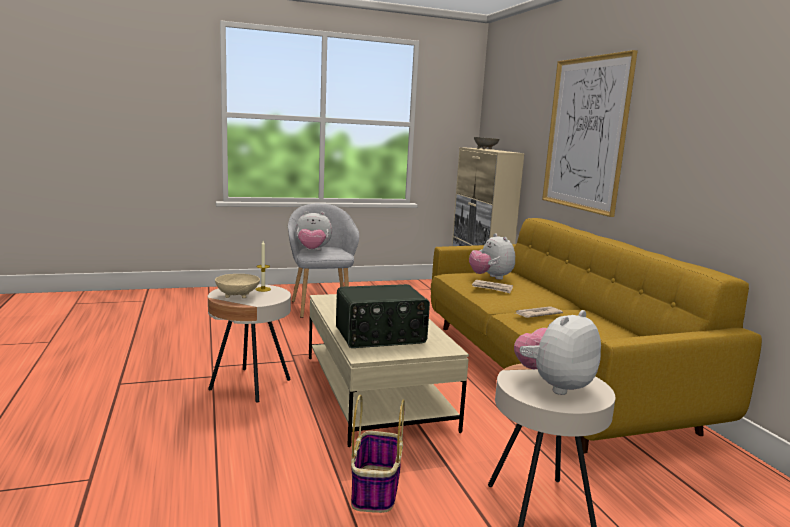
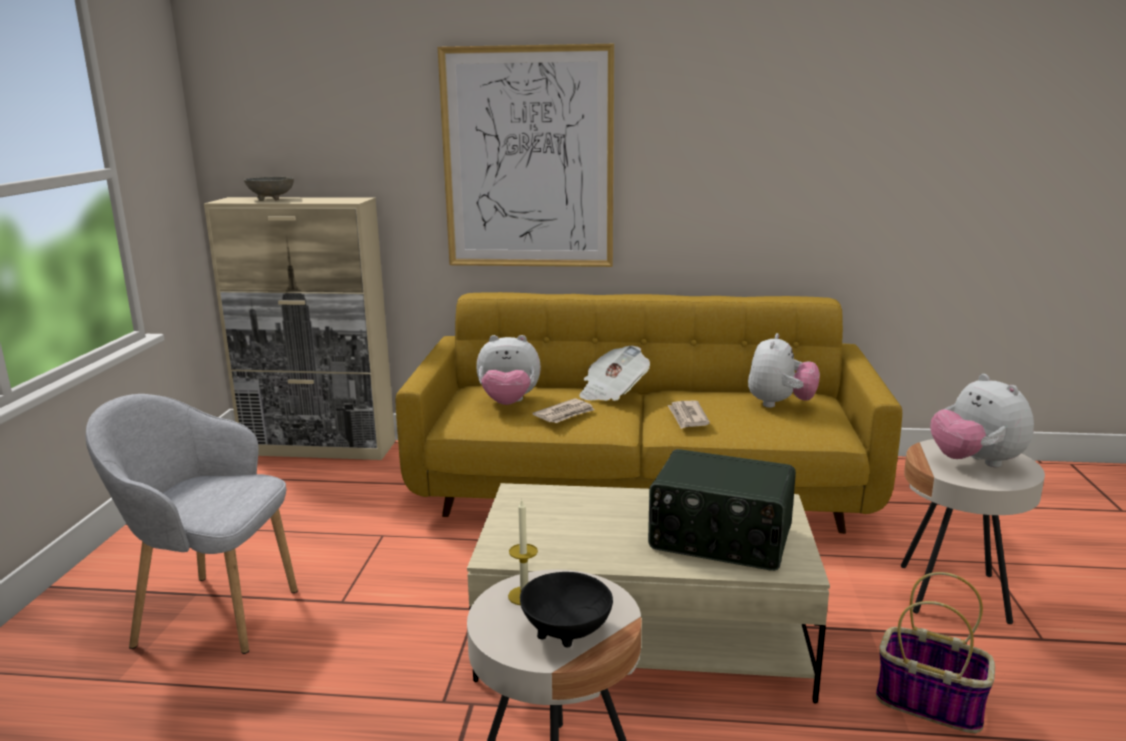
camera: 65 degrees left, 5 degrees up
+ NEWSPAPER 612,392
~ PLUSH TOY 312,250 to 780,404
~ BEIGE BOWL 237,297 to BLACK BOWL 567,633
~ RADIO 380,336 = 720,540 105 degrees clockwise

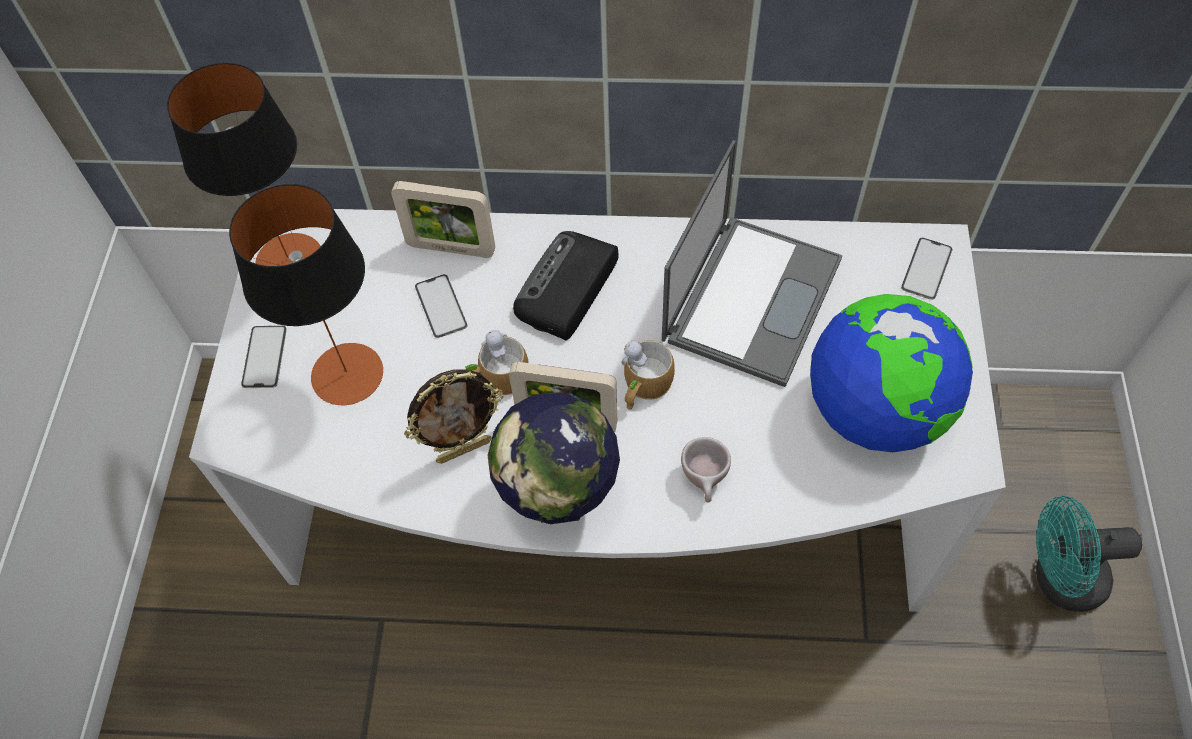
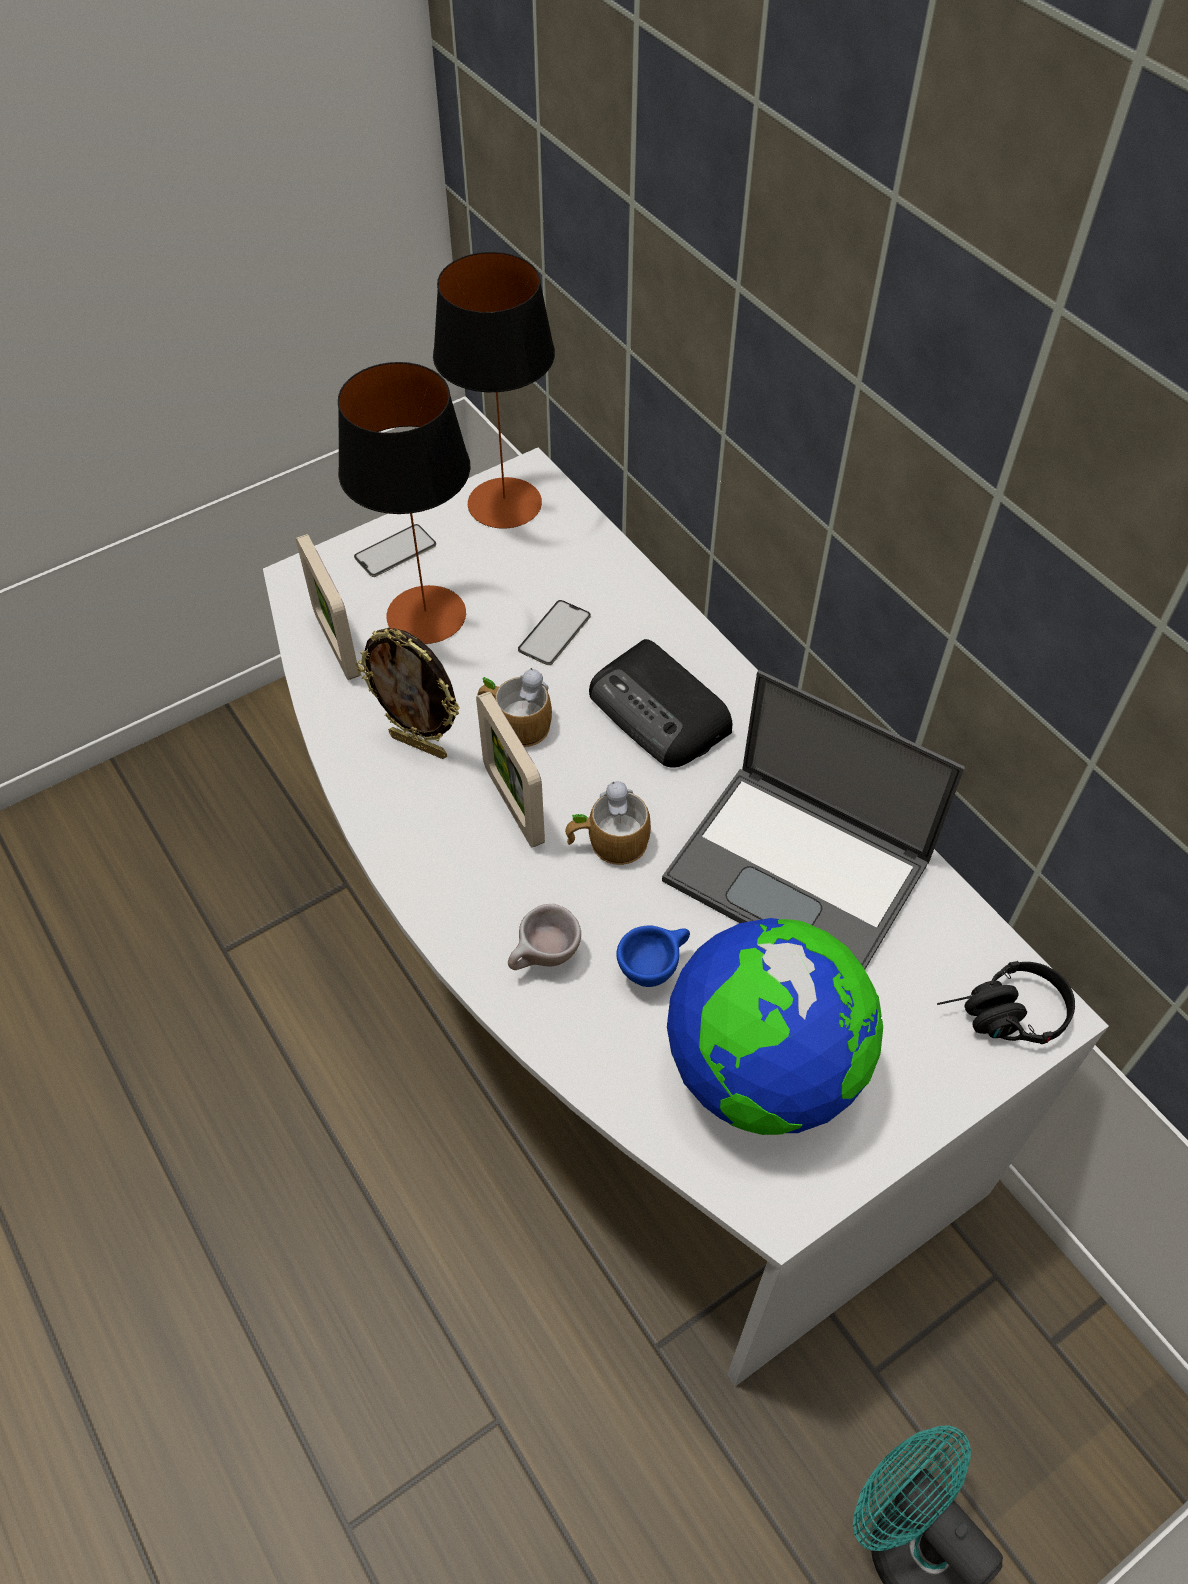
camera: 50 degrees right, 5 degrees down
- GLOBE 559,499
+ BLUE CUP 654,968
~ PICTURE FRAME 451,248 to 336,645
~ PHONE 926,269 to BLACK HEADPHONES 1001,1017
~ RADIO 566,290 = 660,713 120 degrees counterclockwise
~ LAPTOP 752,297 = 800,871 45 degrees clockwise

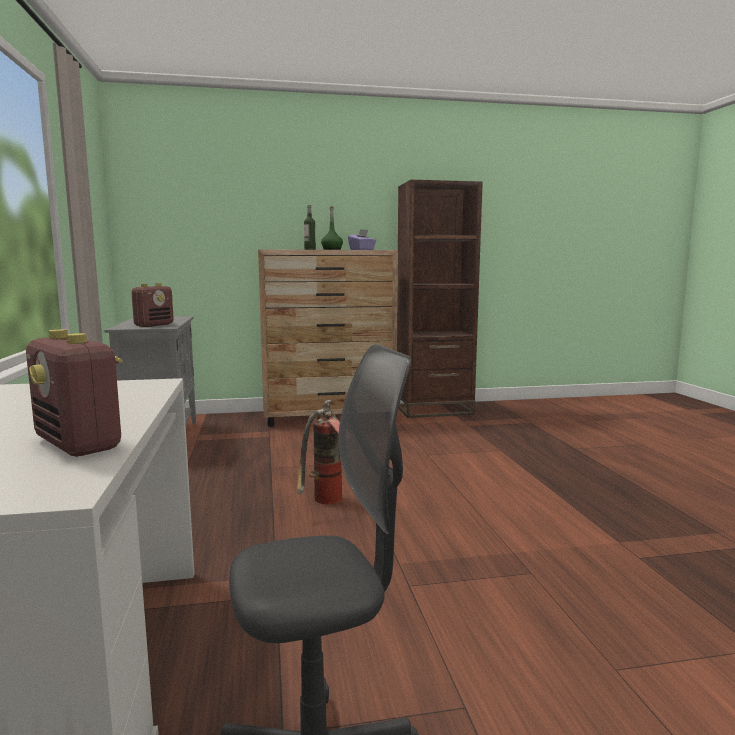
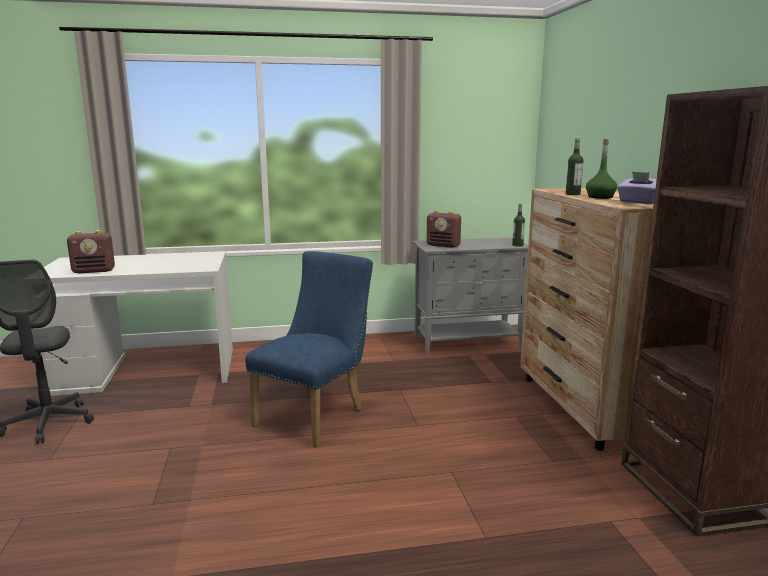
camera: 90 degrees right, 5 degrees up
+ BOTTLE 517,245
~ FIRE EXTINGUISHER 325,503 to BLUE CHAIR 316,415
~ RADIO 79,444 = 94,271 150 degrees counterclockwise

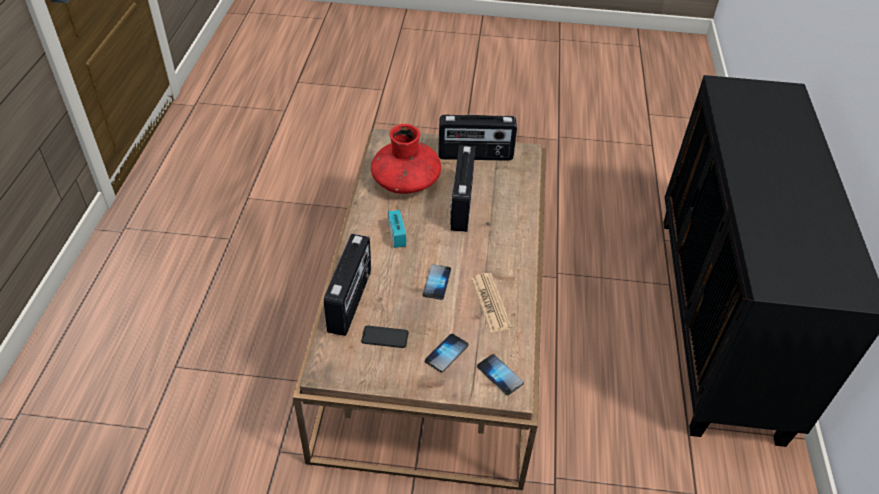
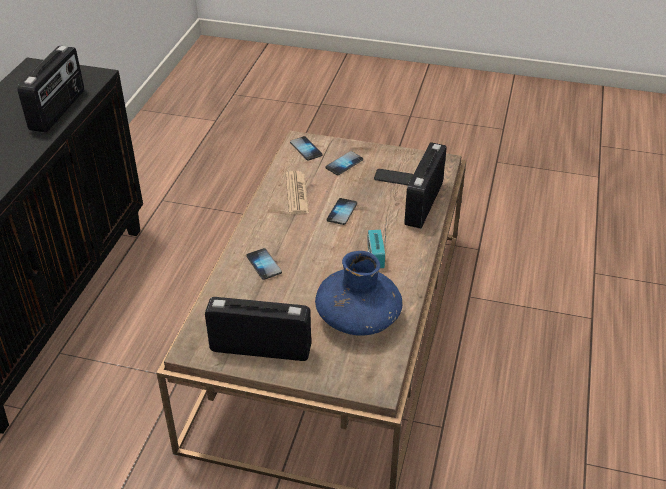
camera: 170 degrees left, 5 degrees down
+ PHONE 264,265
~ RADIO 460,205 to 58,110
~ RED VASE 406,182 to BLUE VASE 358,317

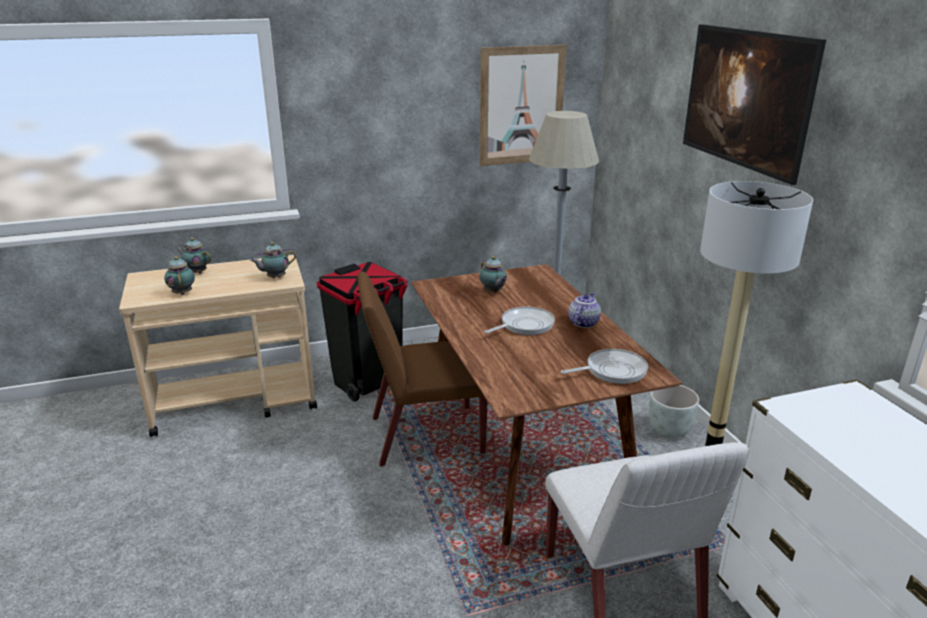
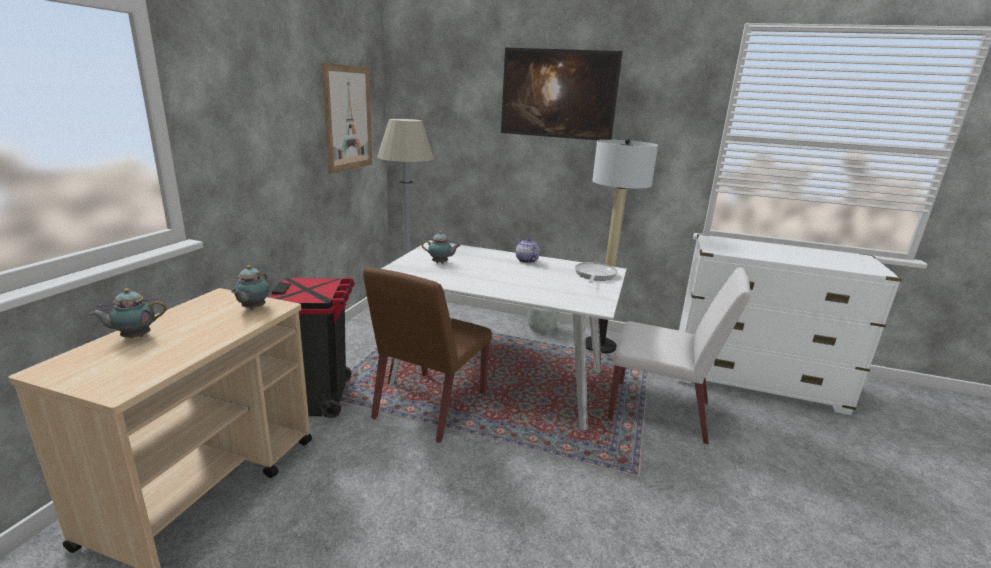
camera: 55 degrees left, 5 degrees down
- TEAPOT 182,293
- FRYING PAN 524,325
~ BROWN DINING TABLE 520,449 to WHITE DINING TABLE 497,378

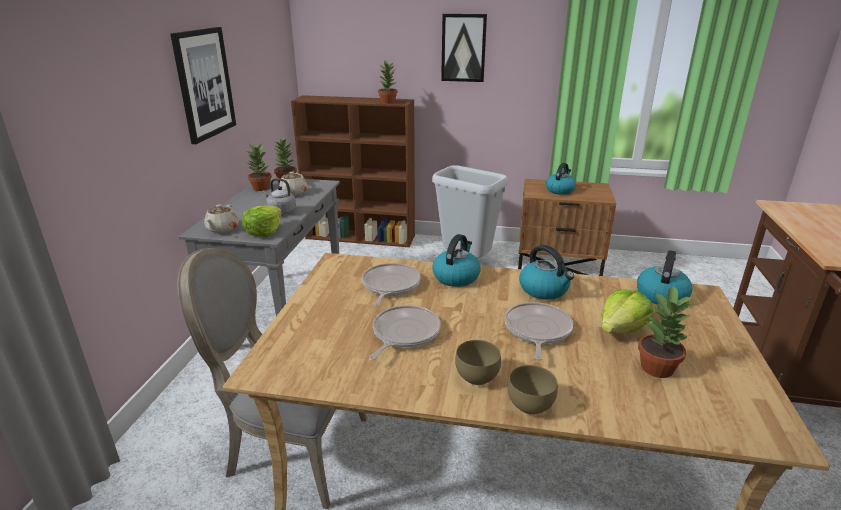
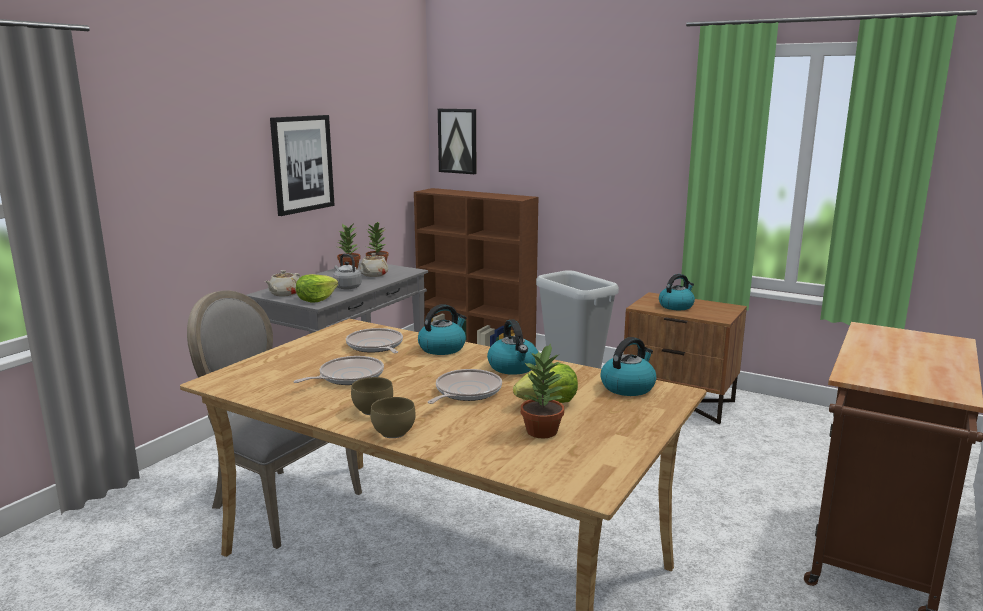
camera: 20 degrees right, 10 degrees down
- POTTED PLANT 388,102
~ PICTURE 463,48 to 458,141
~ FRYING PAN 390,286 = 375,346 60 degrees counterclockwise

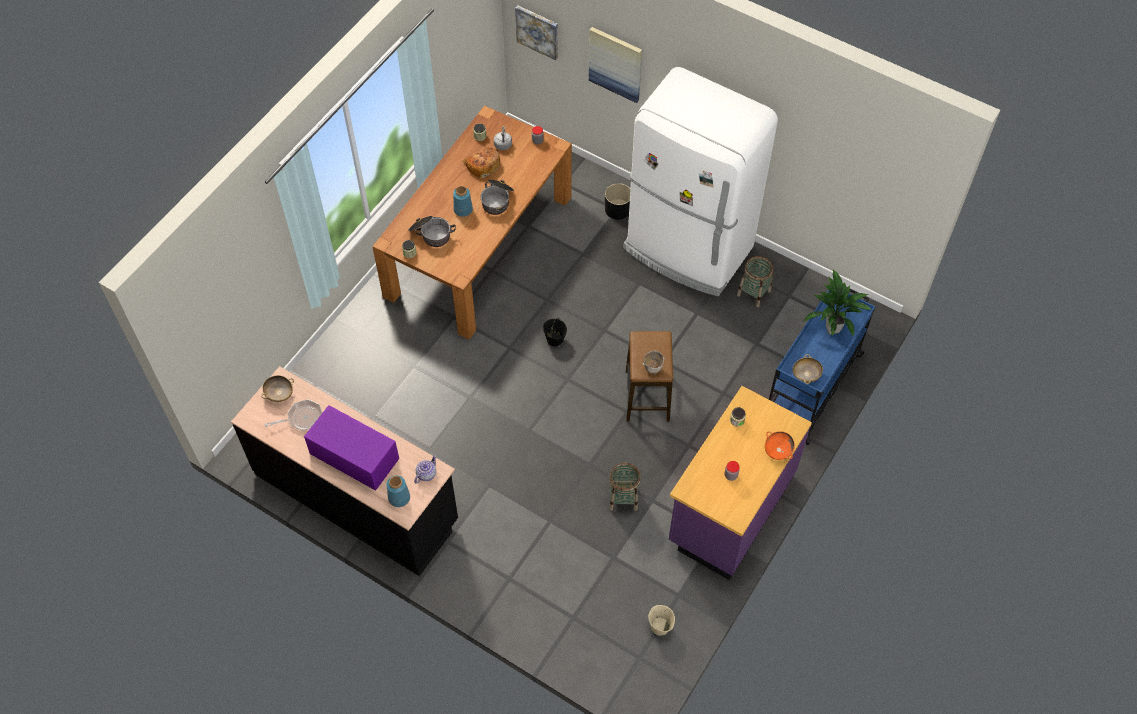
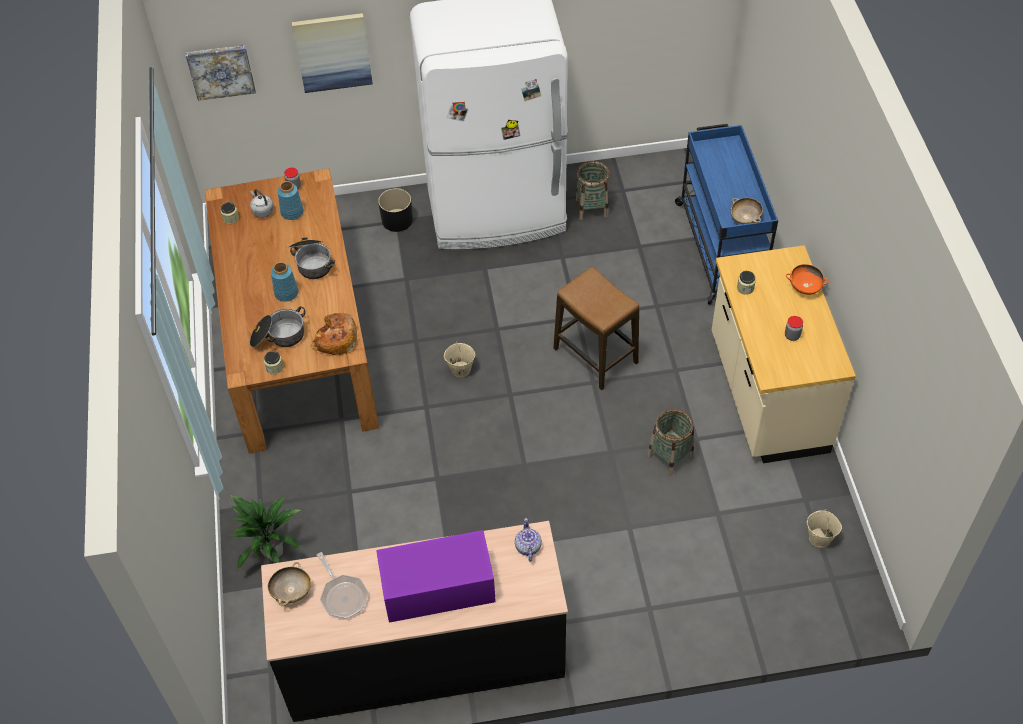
camera: 40 degrees left, 5 degrees down
- BOWL 653,369
~ BLUE VASE 398,497 to 292,212
~ BREAD 482,165 to 335,339
~ POTTED PLANT 832,328 to 273,553
~ BLACK BUCKET 554,339 to BEIGE BUCKET 460,369
~ PURPLE COUNTER 730,508 to BEIGE COUNTER 766,394
~ FRYING PAN 302,418 = 342,595 120 degrees clockwise

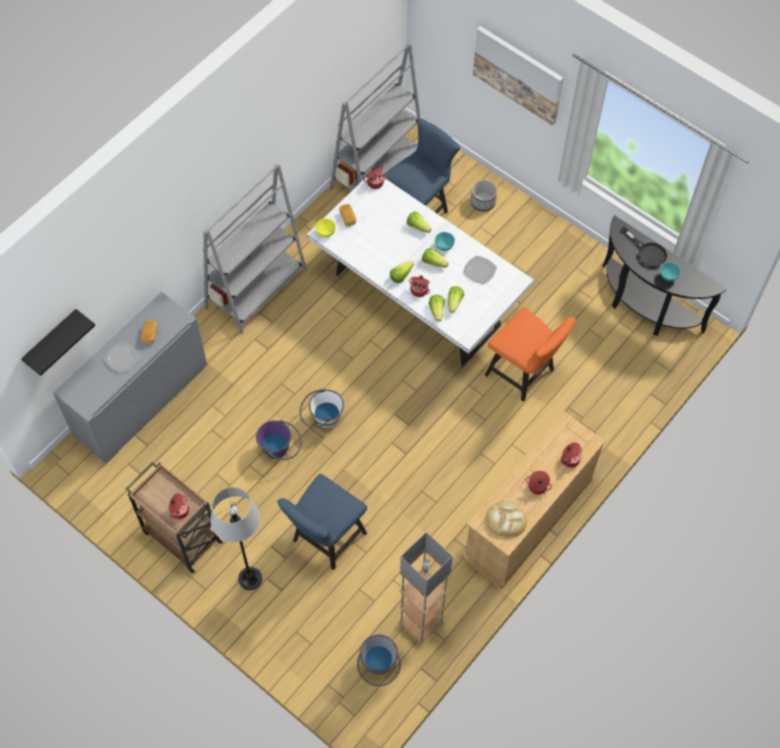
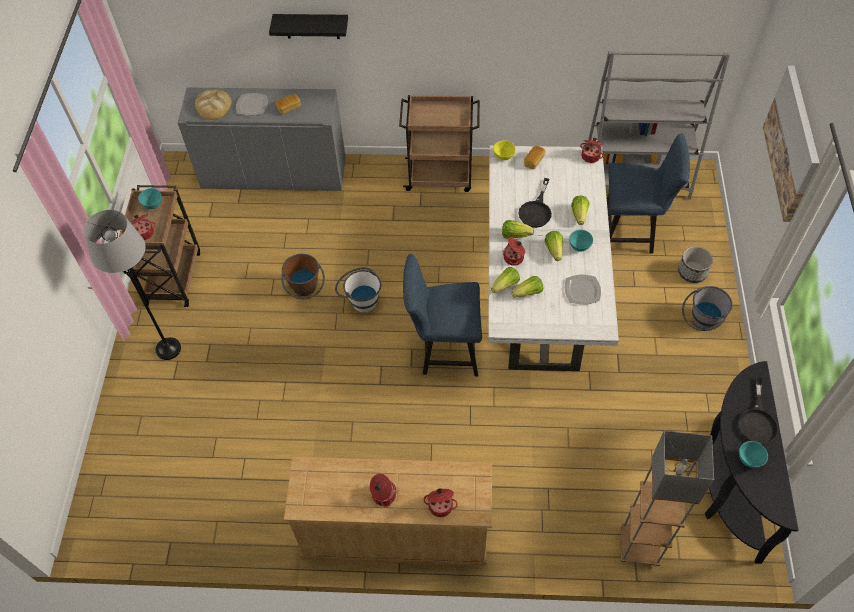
camera: 55 degrees right, 5 degrees down
- ORANGE CHAIR 524,374
+ TURQUOISE BOWL 153,204
+ BLACK FRYING PAN 536,210
~ BLACK SHELF 51,340 to 312,26
~ BLUE CHAIR 325,540 to 443,350
~ GREY BUCKET 378,668 to 701,322
~ GREY FLOOR LAMP 421,623 to 639,546
~ BREAD 505,520 to 213,106
~ GREY BOOKCASE 256,289 to BROWN CART 440,176
~ PURPLE BUCKET 280,450 to BROWN BUCKET 305,290

